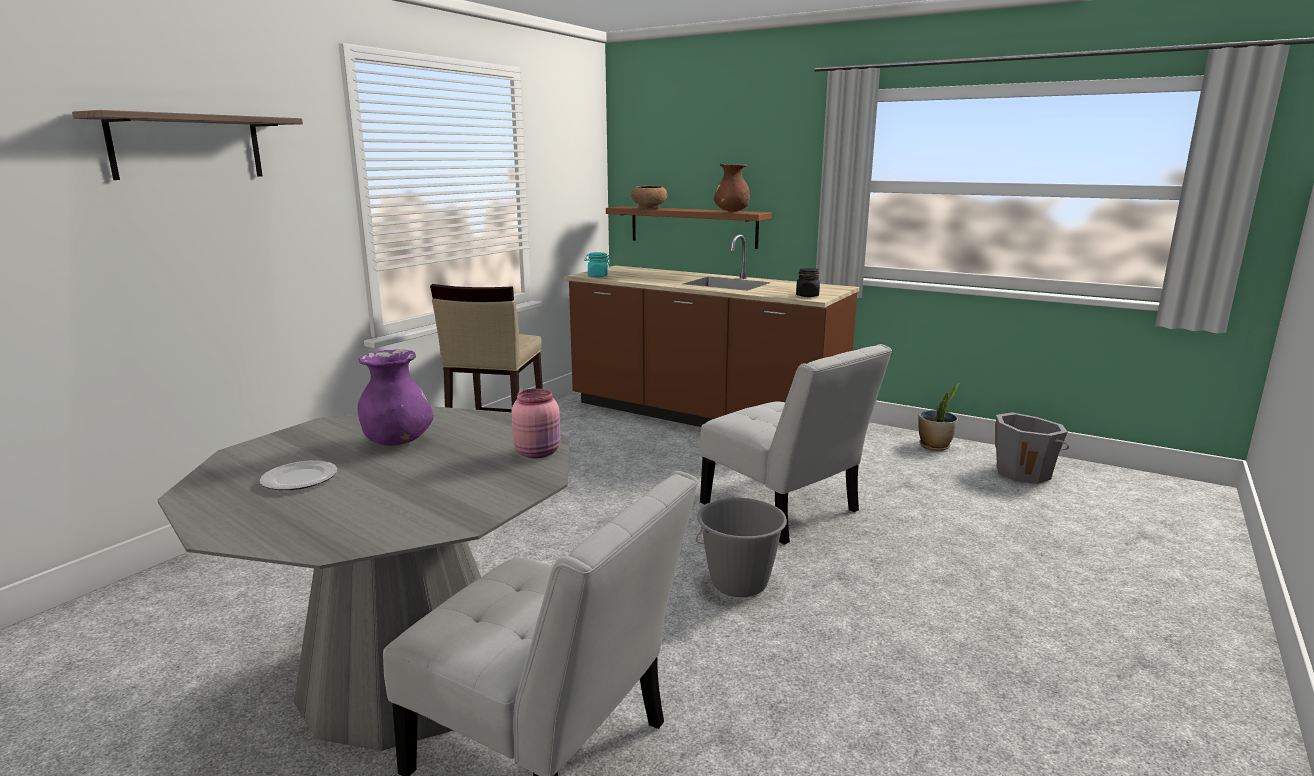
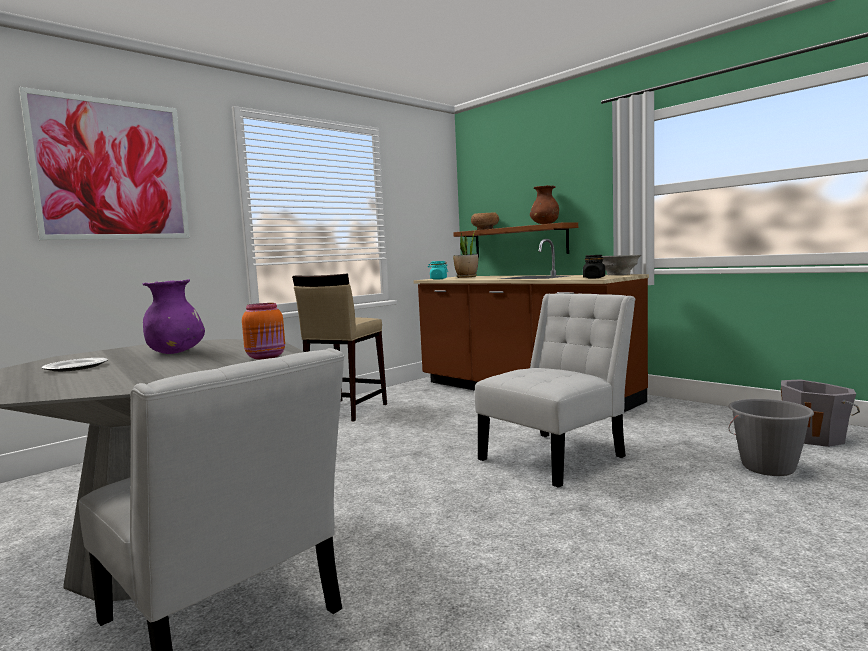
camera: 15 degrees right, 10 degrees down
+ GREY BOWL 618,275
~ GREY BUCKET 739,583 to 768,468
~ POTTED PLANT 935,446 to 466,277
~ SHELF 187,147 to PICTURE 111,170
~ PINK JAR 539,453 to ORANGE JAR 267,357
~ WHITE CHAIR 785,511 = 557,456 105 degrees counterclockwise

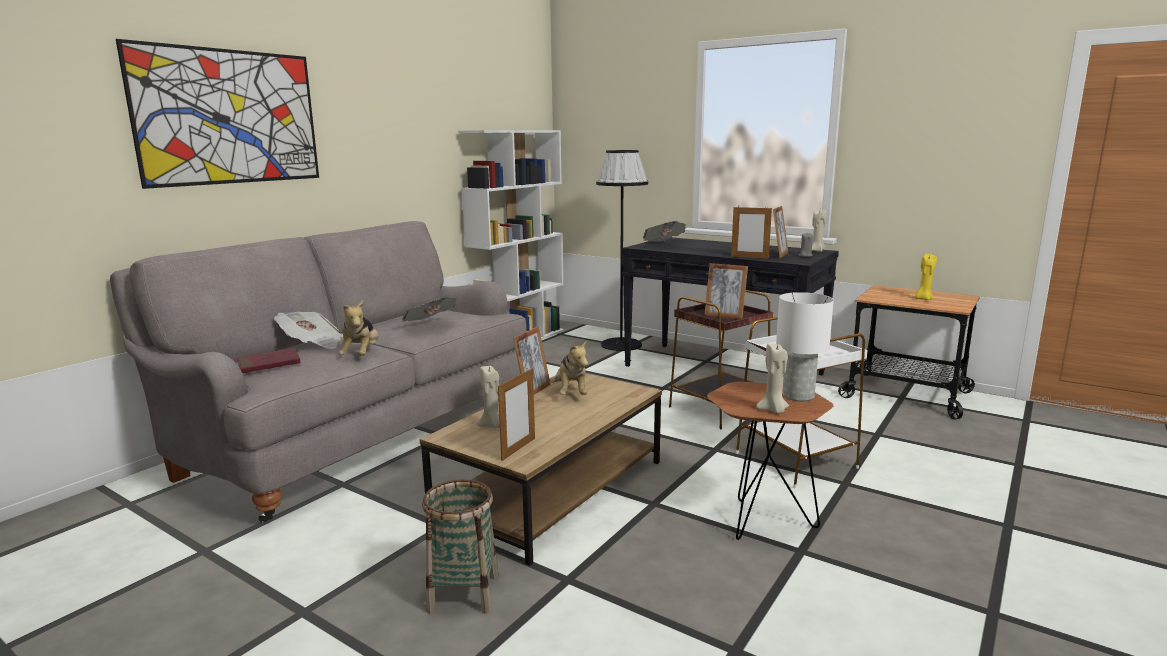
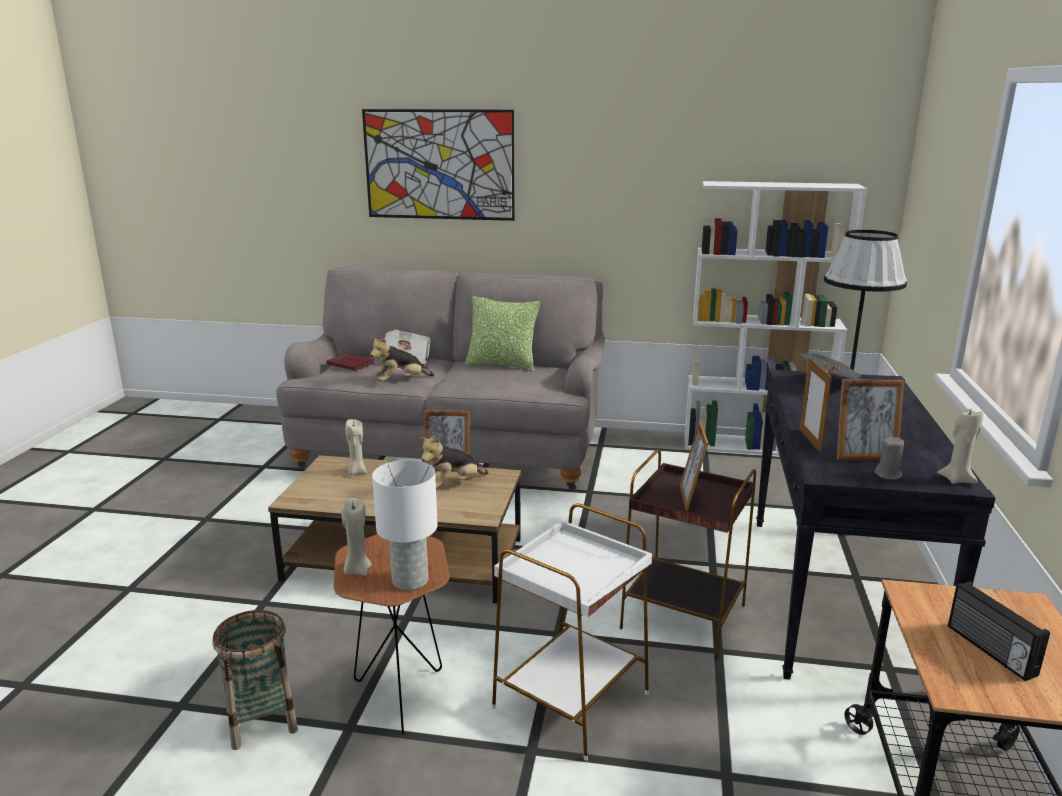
camera: 65 degrees right, 5 degrees up
- NEWSPAPER 430,325
- PICTURE FRAME 518,449
+ PILLOW 502,365
~ BASKET 463,593 to 261,720
~ YELLOW CANDLE 923,299 to RADIO 989,651

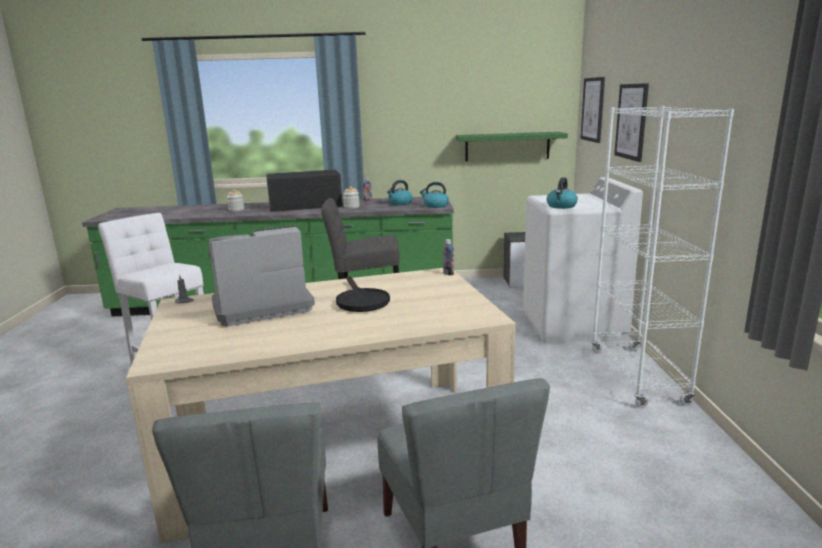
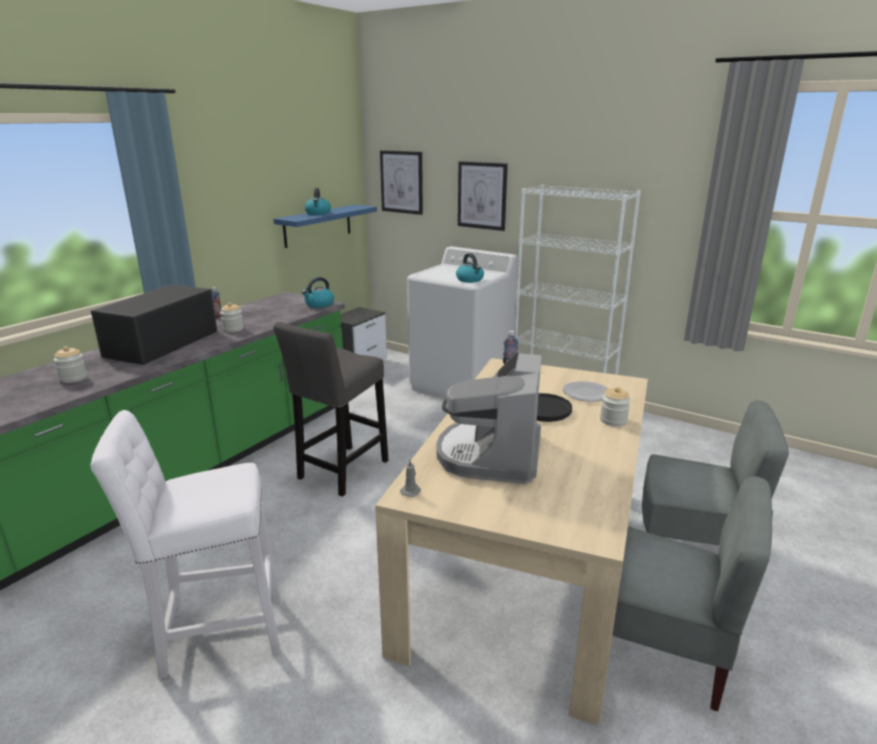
camera: 55 degrees left, 5 degrees up
+ PLATE 586,393
+ JAR 613,420
~ KETTLE 400,203 to 318,213
~ GREEN SHELF 507,146 to BLUE SHELF 318,225

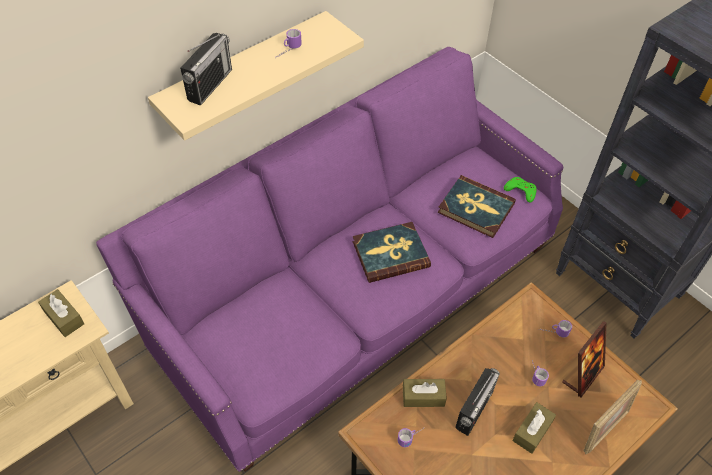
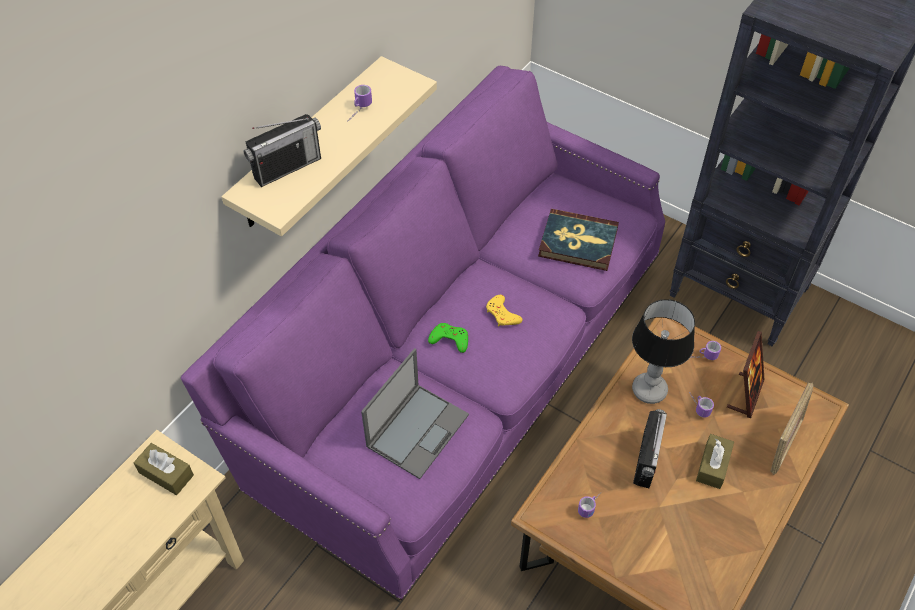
camera: 15 degrees left, 0 degrees up
- BROWN TISSUE BOX 423,396
+ LAPTOP 418,429
+ TABLE LAMP 649,391
~ GREEN GAME CONTROLLER 520,191 to 449,339
~ BOOK 390,254 to YELLOW GAME CONTROLLER 502,314
~ RADIO 210,85 = 287,167 45 degrees clockwise

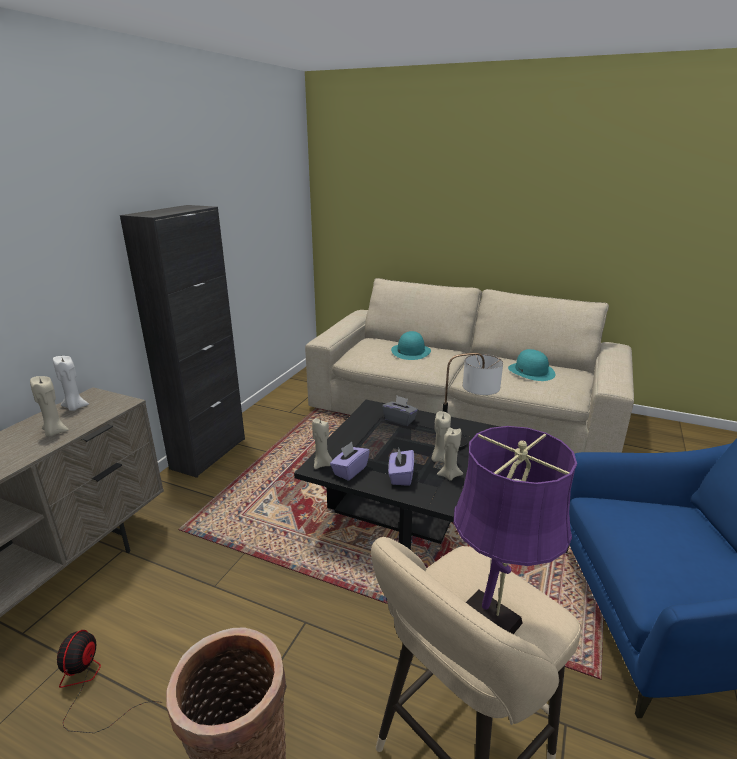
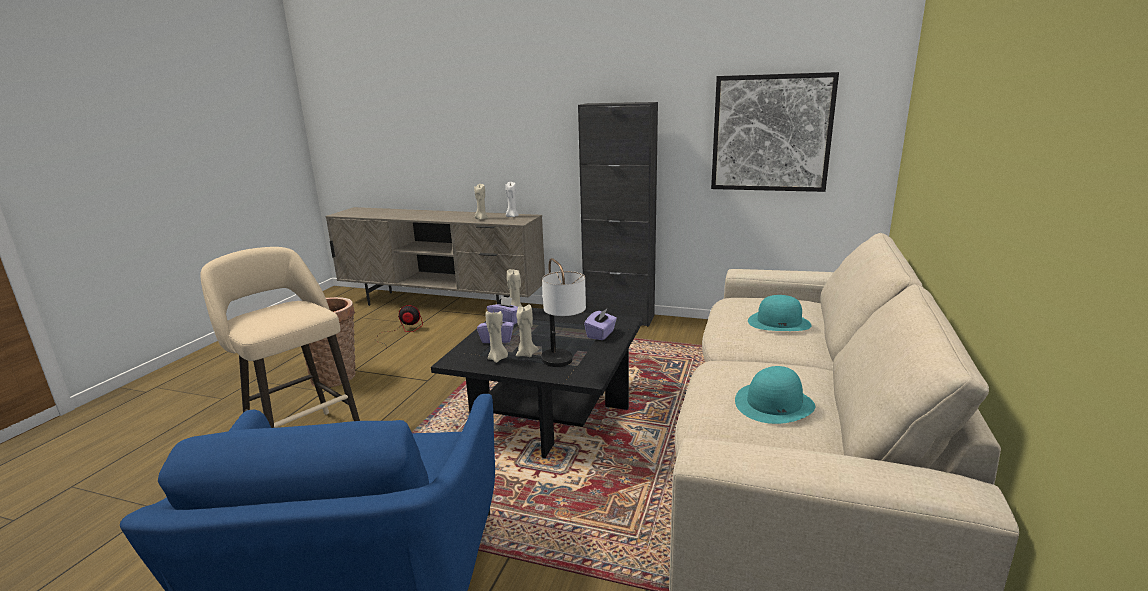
camera: 85 degrees right, 5 degrees down
- PURPLE TABLE LAMP 495,620
+ PICTURE 771,133
~ GREY TISSUE BOX 400,420 to PURPLE TISSUE BOX 601,334

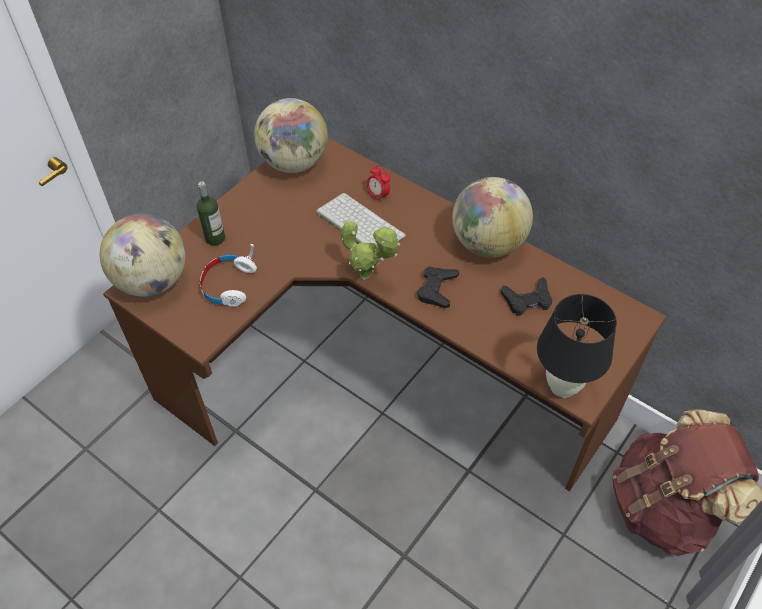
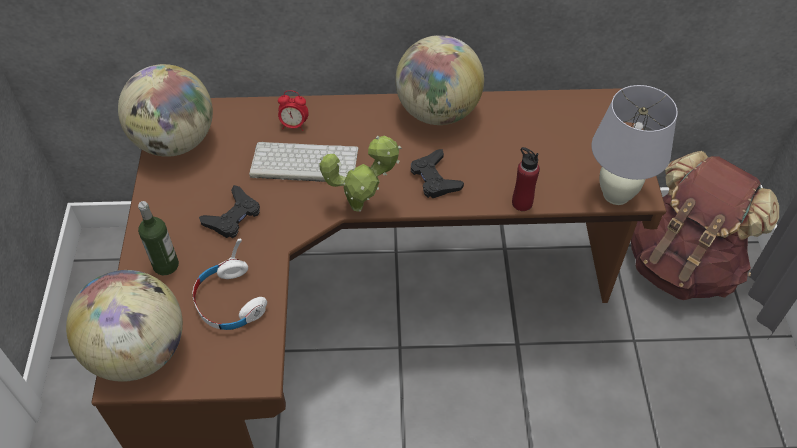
camera: 40 degrees left, 0 degrees up
+ RED BOTTLE 522,203
~ BLACK GAME CONTROLLER 527,300 to 233,217
~ BLACK TABLE LAMP 563,387 to WHITE TABLE LAMP 616,195

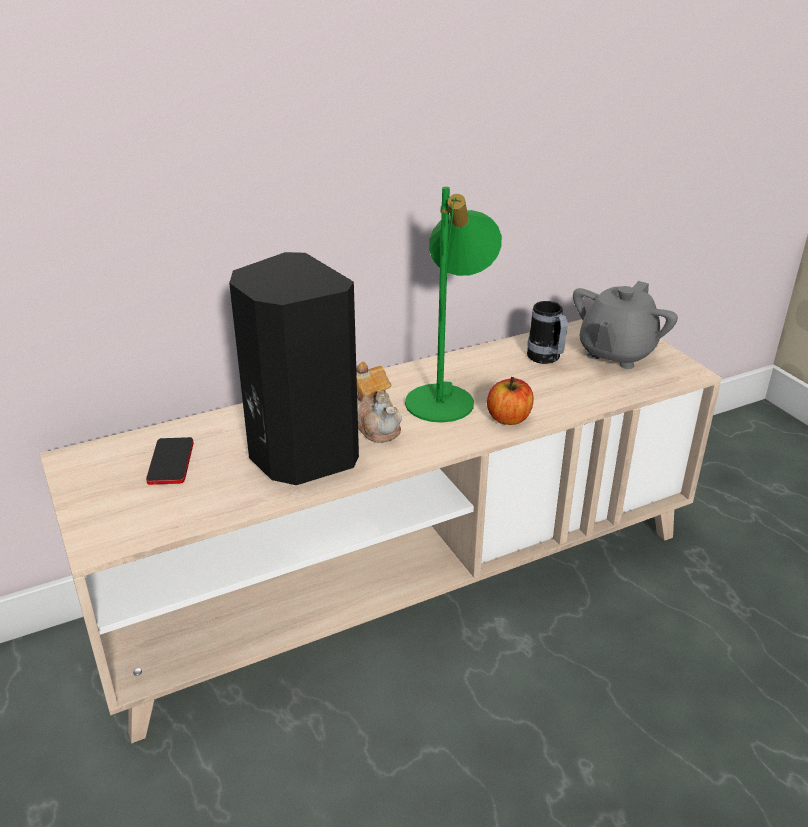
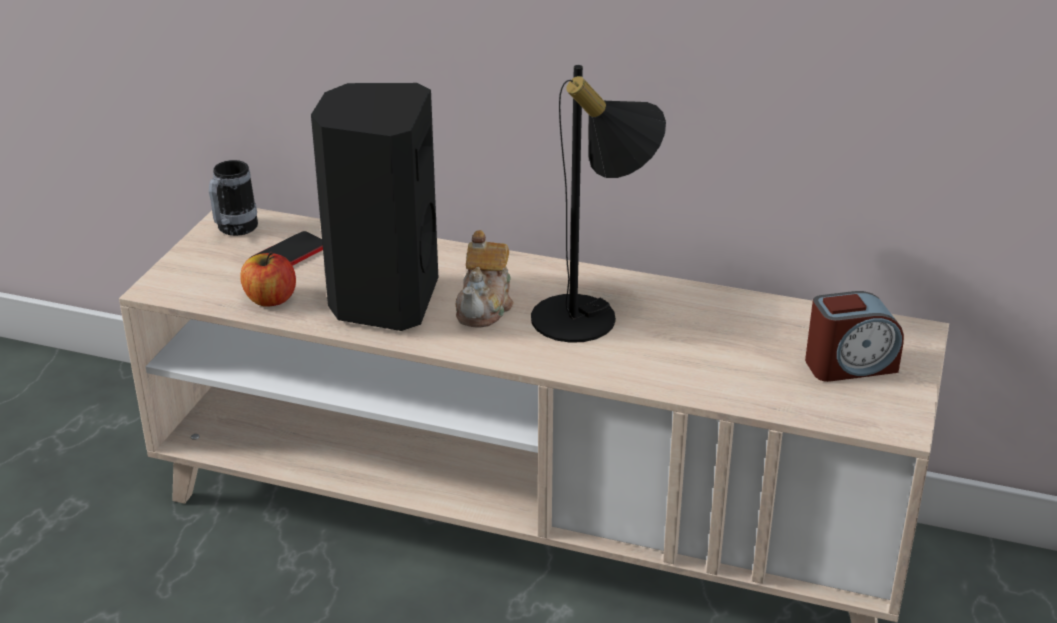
camera: 45 degrees right, 0 degrees up
~ APPLE 509,418 to 270,299
~ MUG 546,359 to 233,230
~ GREY TEAPOT 616,353 to ALARM CLOCK 850,365
~ GREEN TABLE LAMP 447,397 to BLACK TABLE LAMP 590,317

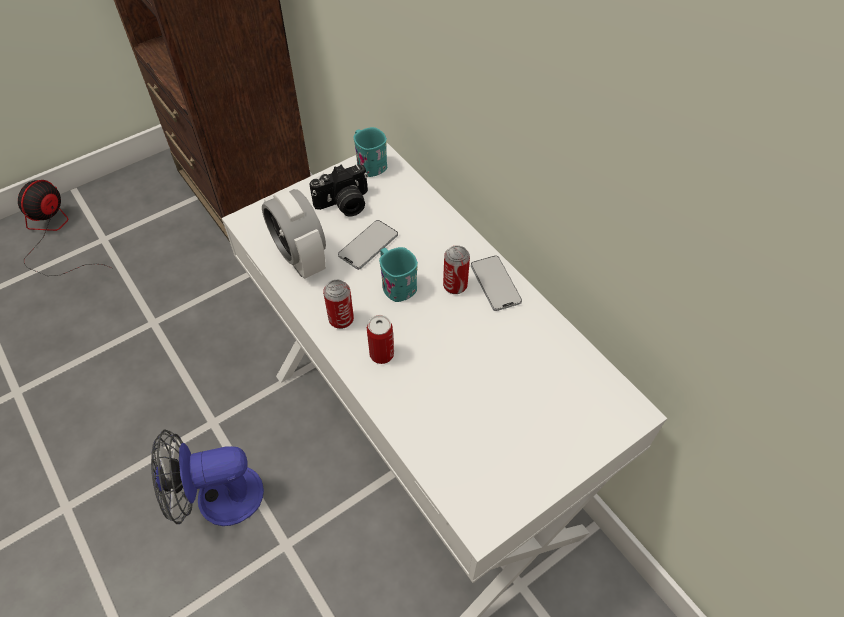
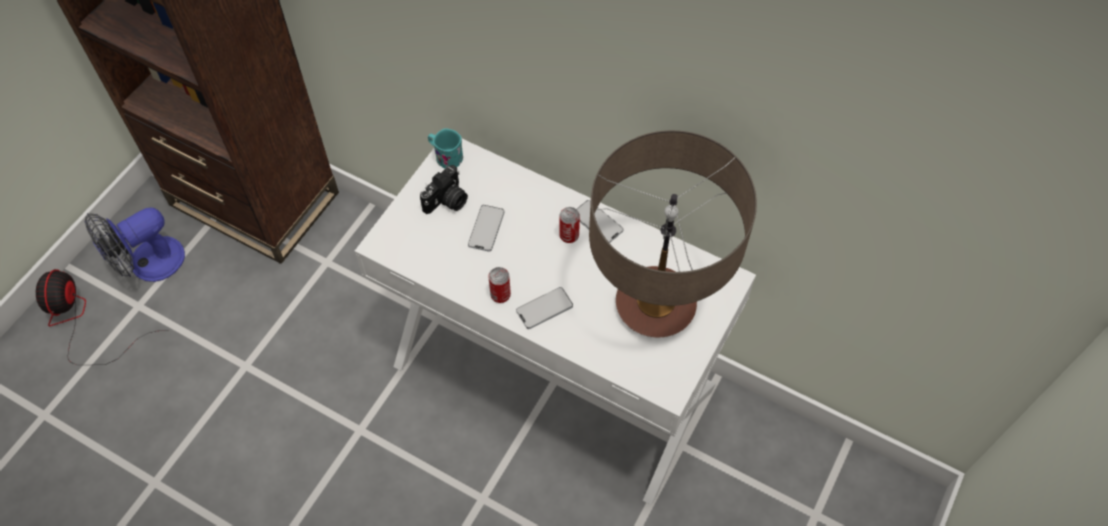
camera: 25 degrees left, 5 degrees up
- ALARM CLOCK 300,258
- TURQUOISE MUG 396,284
+ TABLE LAMP 655,306
~ FAN 217,498 to 148,265
~ CAN 381,354 to PHONE 544,308

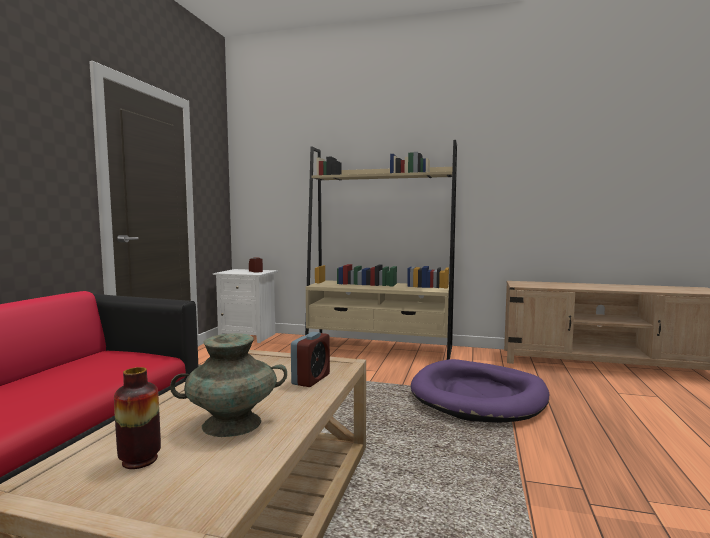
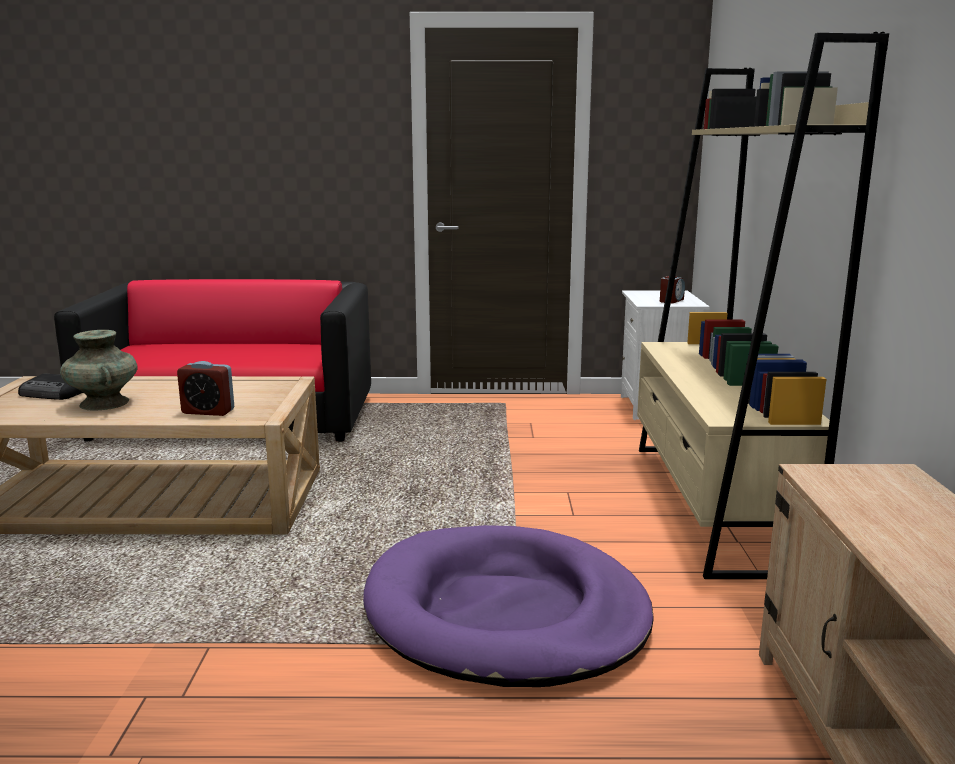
camera: 75 degrees right, 10 degrees up
~ VASE 140,460 to RADIO 54,393

